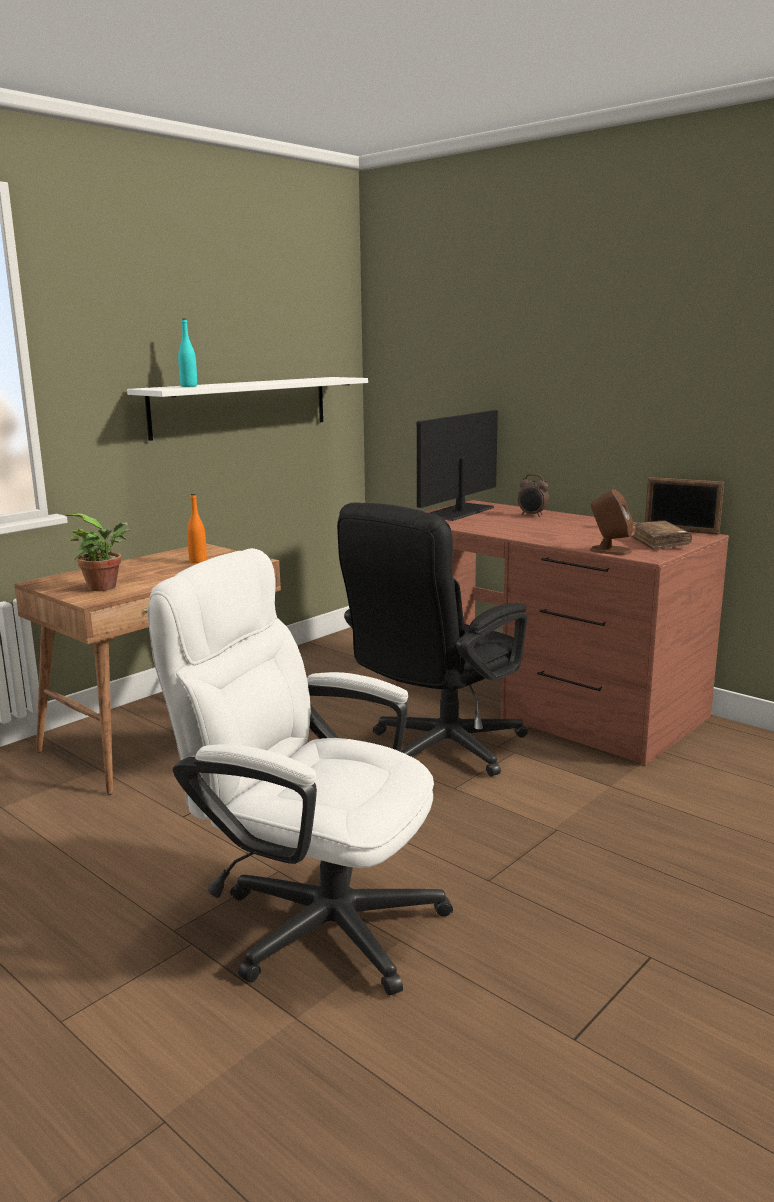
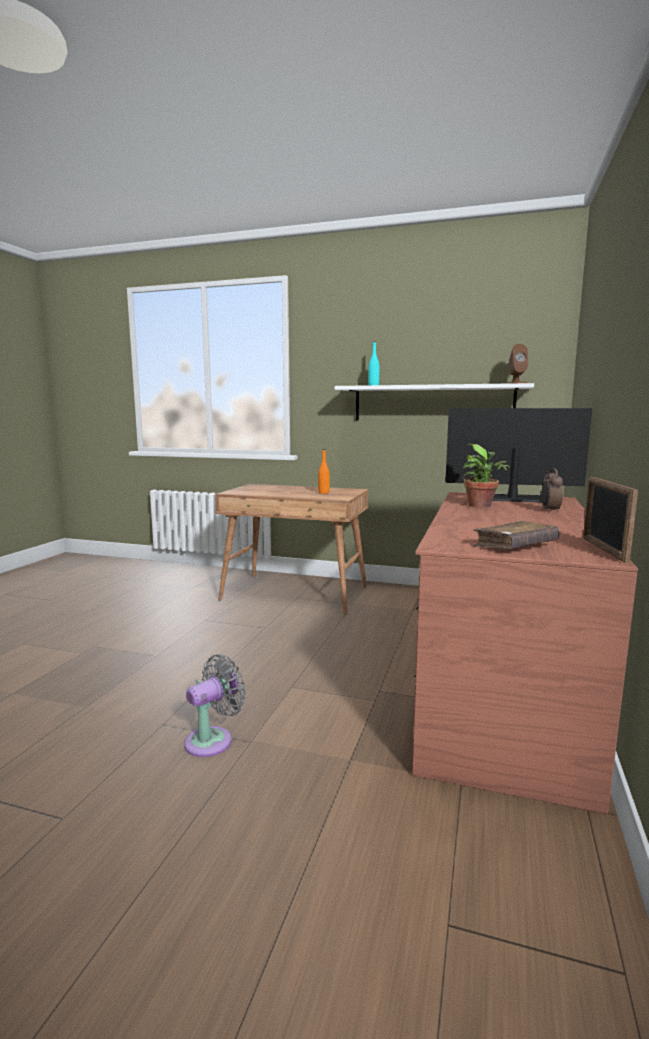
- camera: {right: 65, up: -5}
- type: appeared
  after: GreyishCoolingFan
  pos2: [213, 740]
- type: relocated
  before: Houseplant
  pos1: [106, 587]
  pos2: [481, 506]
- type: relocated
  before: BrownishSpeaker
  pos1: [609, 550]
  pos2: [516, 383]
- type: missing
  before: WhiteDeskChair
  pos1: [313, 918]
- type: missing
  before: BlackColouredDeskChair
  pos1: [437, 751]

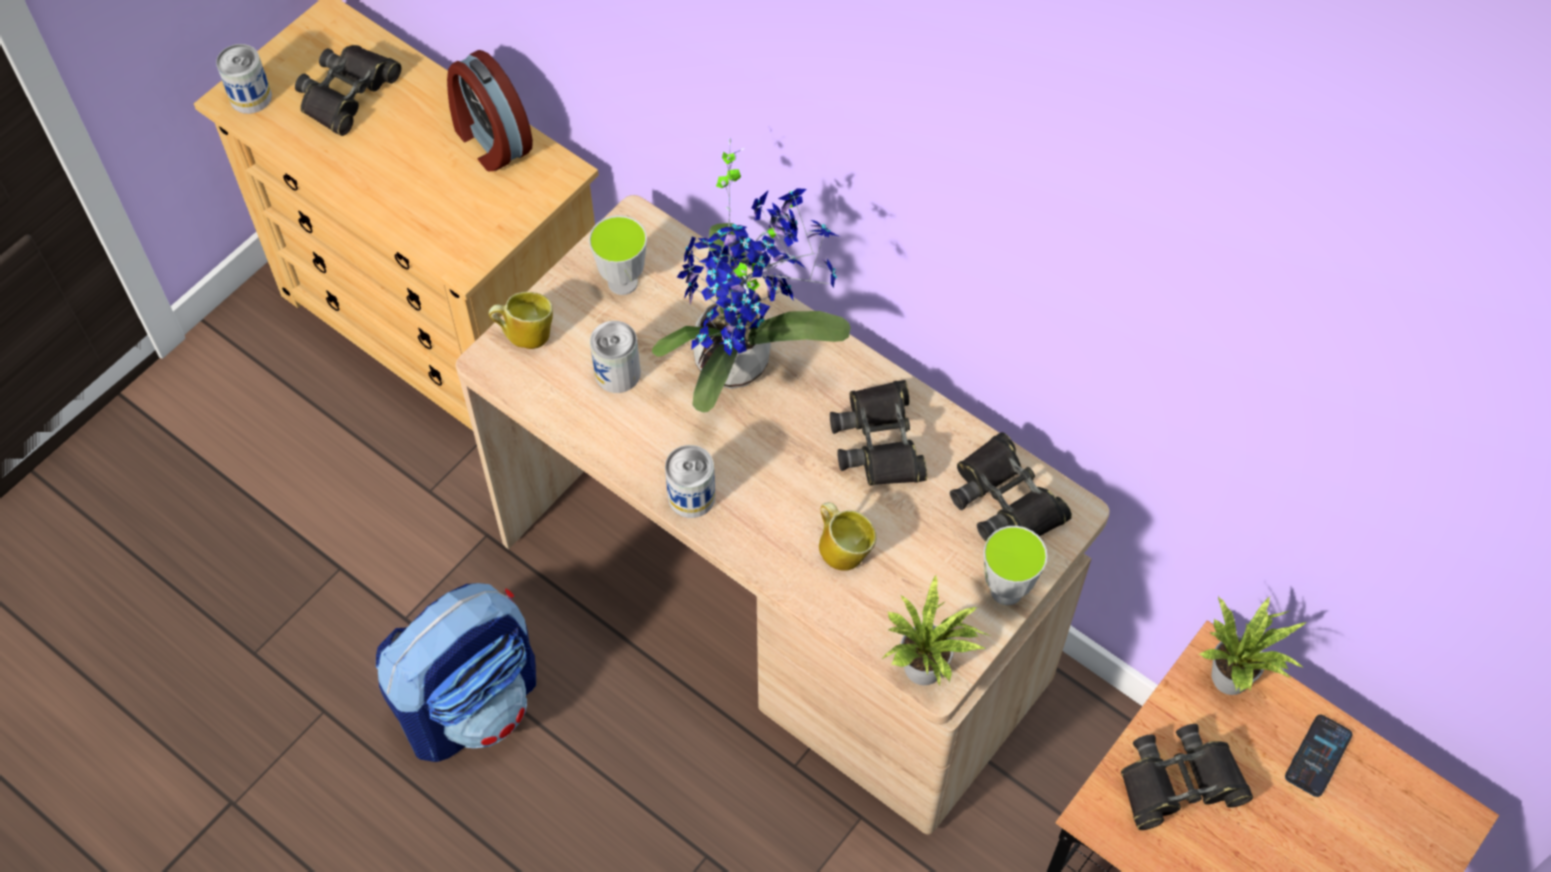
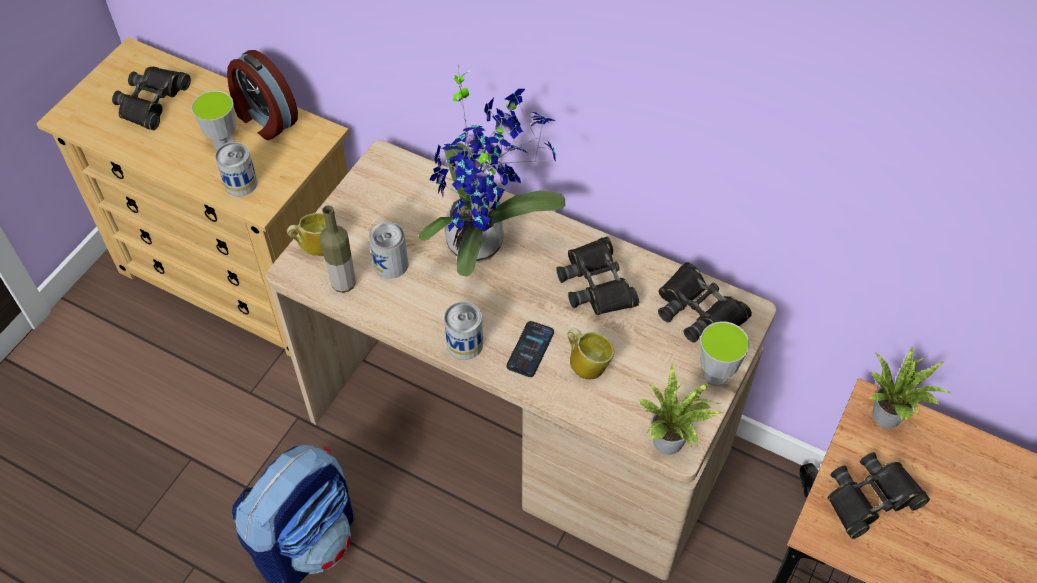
- camera: {right: -10, up: -5}
- type: relocated
  before: SmallCup
  pos1: [622, 282]
  pos2: [223, 142]
- type: relocated
  before: SealedCan
  pos1: [250, 97]
  pos2: [241, 183]
- type: appeared
  after: Bottle
  pos2: [343, 284]
- type: relocated
  before: Telephone
  pos1: [1318, 756]
  pos2: [530, 349]

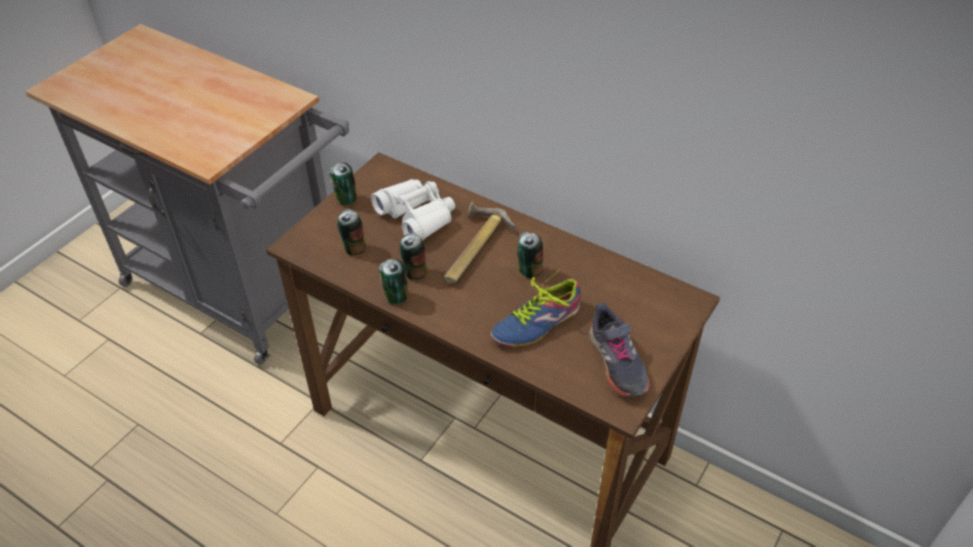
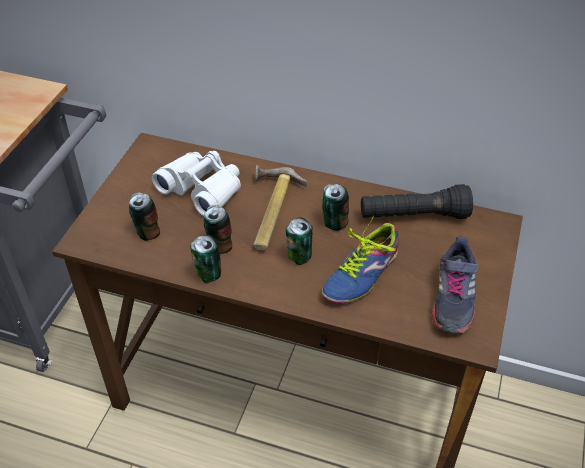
- camera: {right: -15, up: 0}
- type: relocated
  before: SealedCan
  pos1: [345, 199]
  pos2: [298, 257]
- type: appeared
  after: BlackColouredHandTorch
  pos2: [413, 216]
- type: spun
  before: GreyishLowShoe
  pos1: [616, 362]
  pos2: [453, 298]
  turn: 45

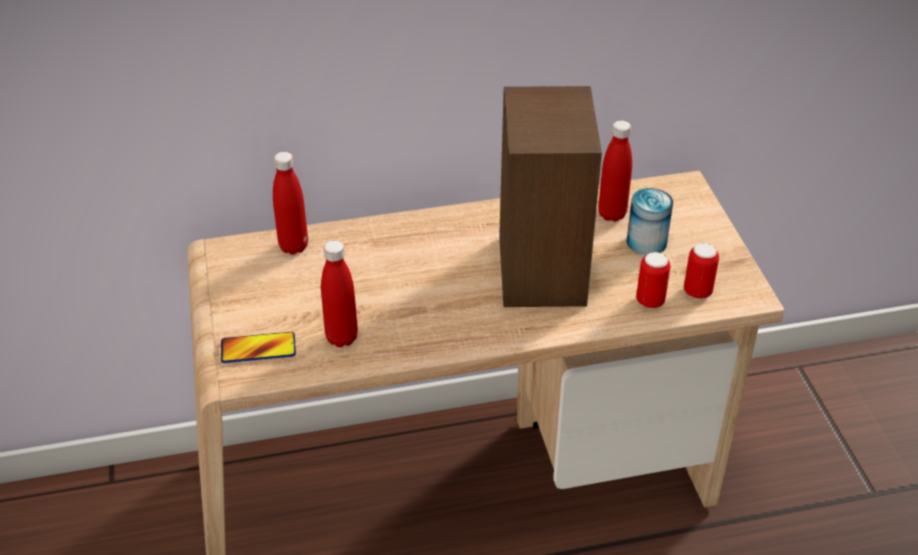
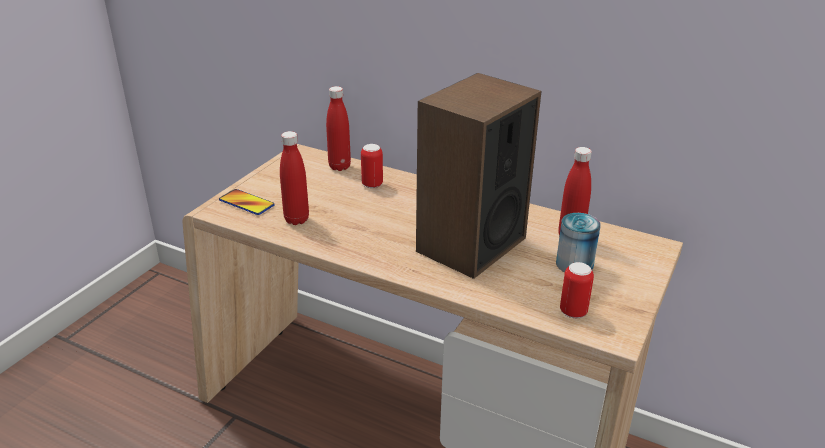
- camera: {right: 40, up: -10}
- type: relocated
  before: SealedCan
  pos1: [650, 301]
  pos2: [372, 184]

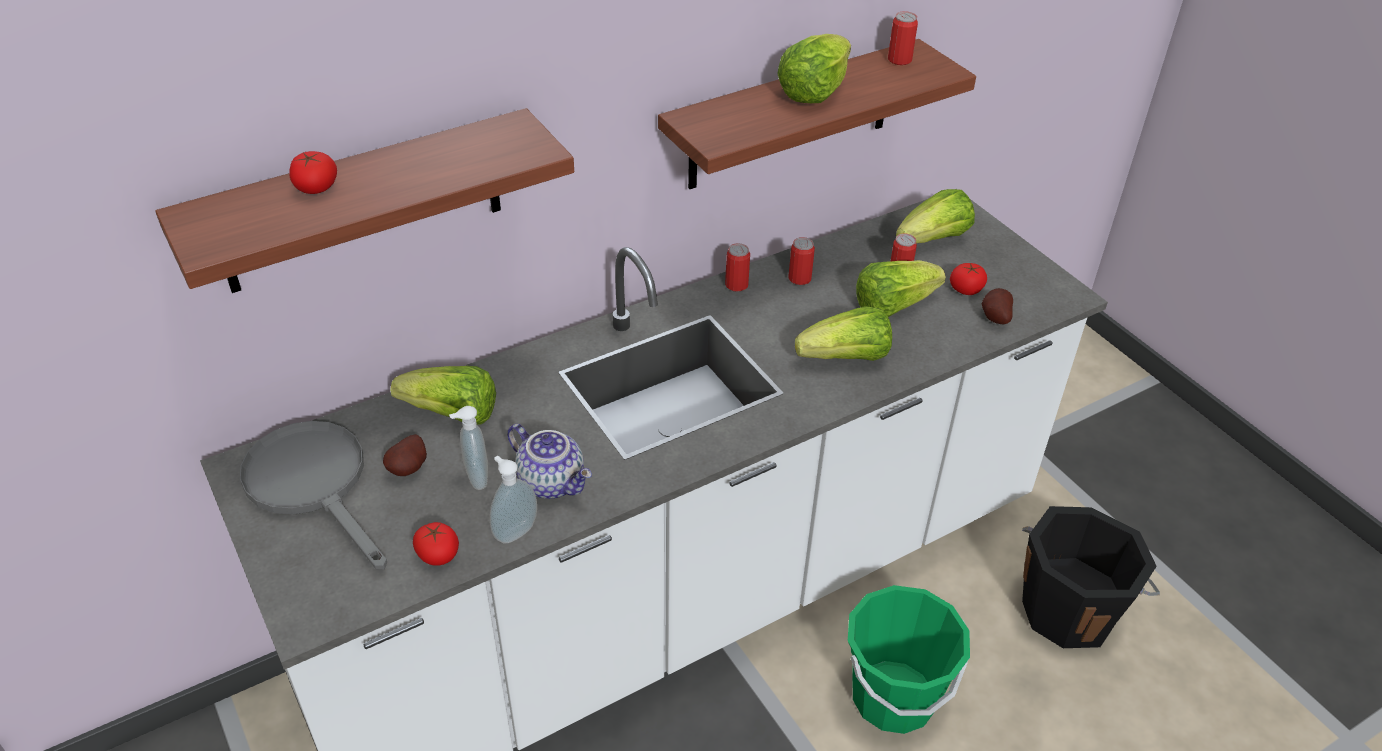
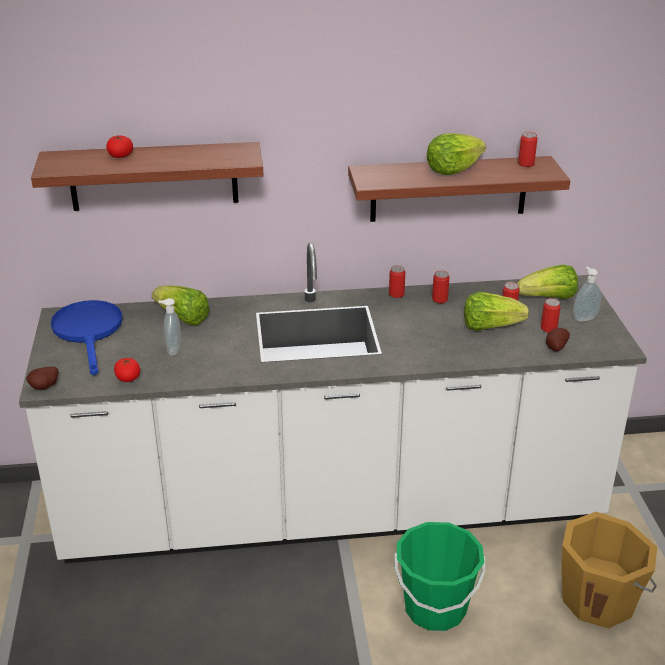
- camera: {right: 25, up: -10}
- type: relocated
  before: Potato
  pos1: [410, 468]
  pos2: [45, 387]
- type: colour
  before: GreyishFryingPan
  after: BluishFryingPan
  pos1: [314, 485]
  pos2: [89, 332]
- type: exchanged
  before: Tomato
  after: SealedCan
  pos1: [966, 289]
  pos2: [548, 328]
- type: colour
  before: BlackColouredBucket
  after: OrangeBucket
  pos1: [1069, 610]
  pos2: [599, 599]
- type: relocated
  before: SoapBottle
  pos1: [514, 531]
  pos2: [584, 318]
- type: missing
  before: Teapot
  pos1: [553, 482]
- type: missing
  before: HeadOfLettuce
  pos1: [846, 358]

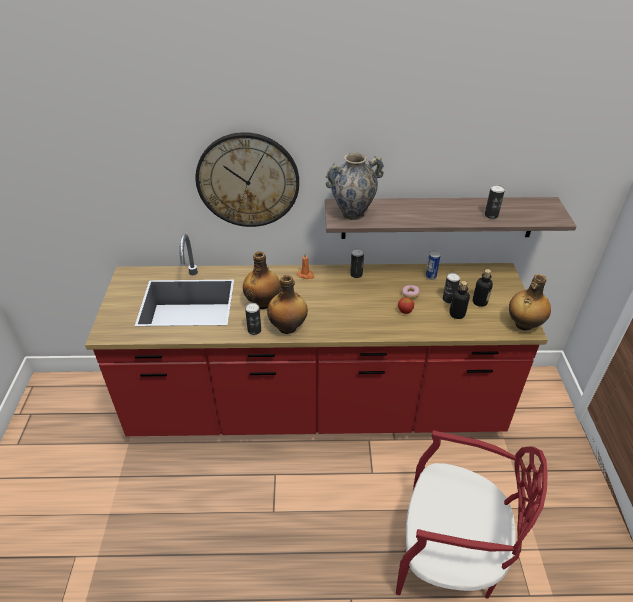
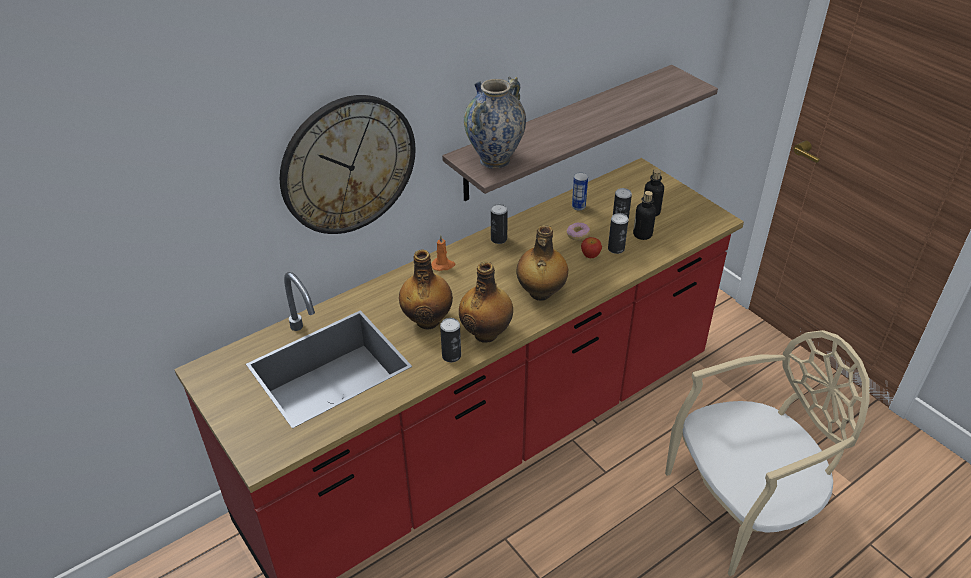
- camera: {right: -35, up: 0}
- type: relocated
  before: Bottle
  pos1: [523, 324]
  pos2: [540, 293]
- type: relocated
  before: SealedCan
  pos1: [491, 215]
  pos2: [616, 248]
- type: colour
  before: ReddishPlainChair
  after: BeigeColouredPlainChair
  pos1: [448, 555]
  pos2: [743, 506]

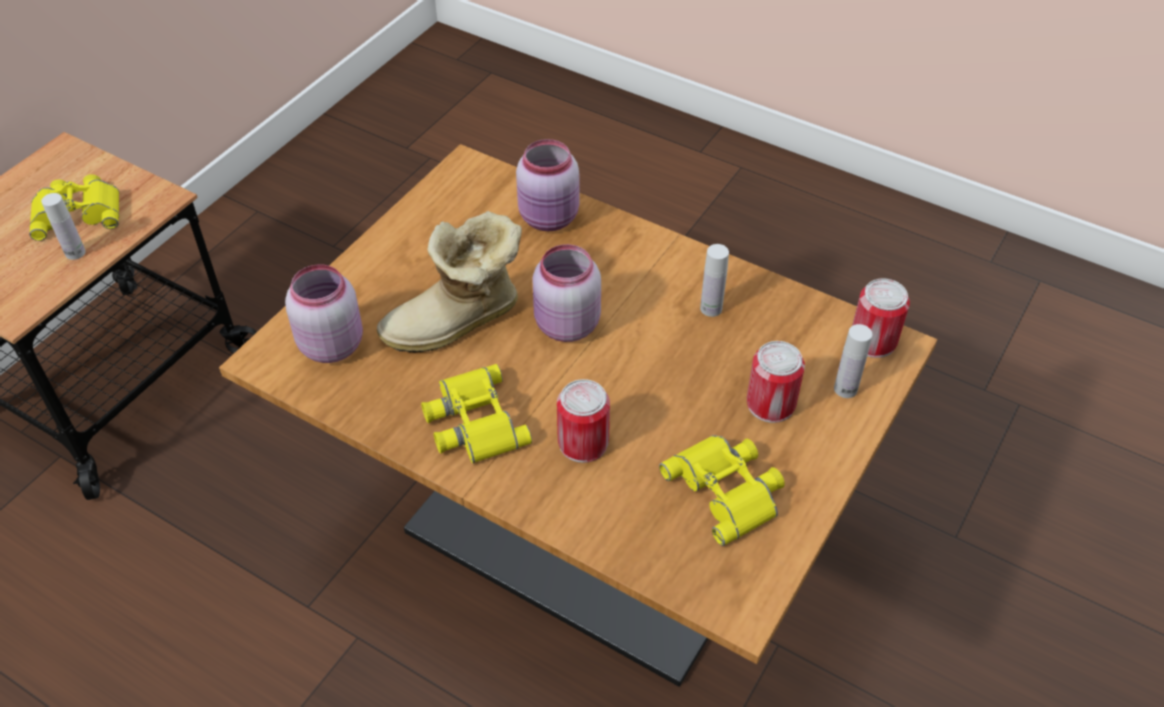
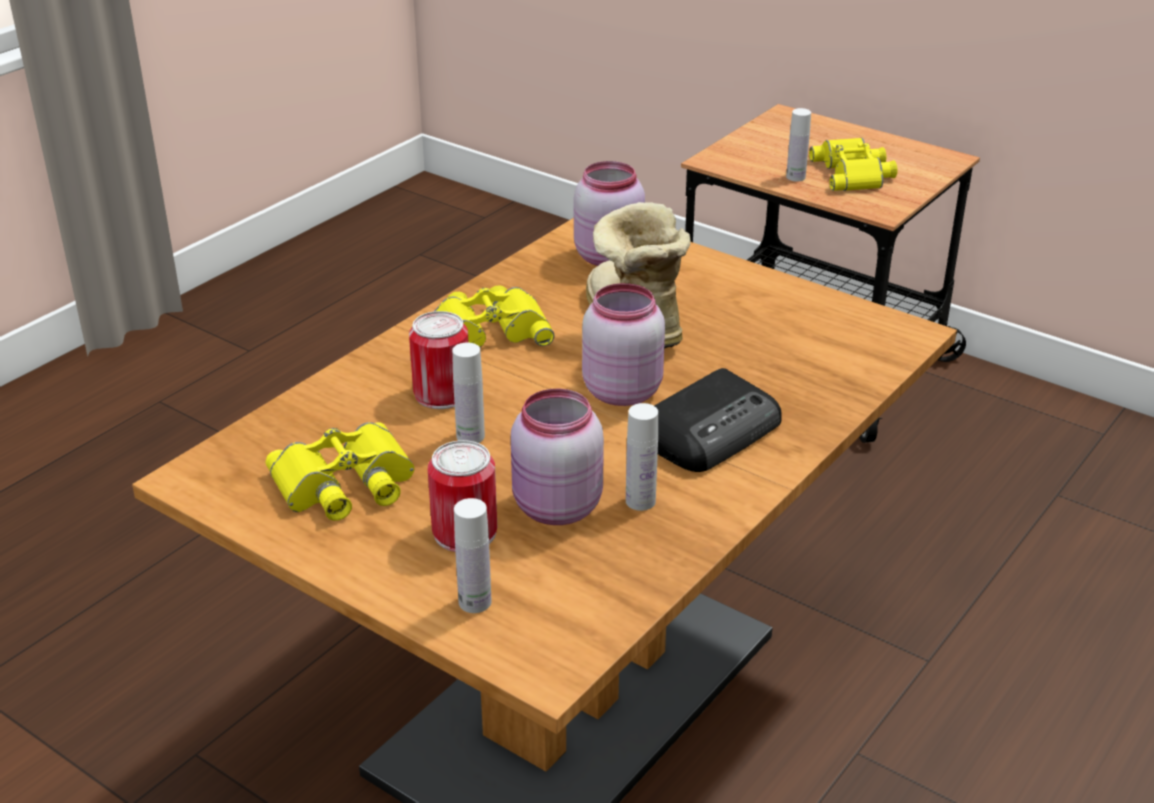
- camera: {right: 95, up: -15}
- type: appeared
  after: WhiteBottle
  pos2: [470, 436]
- type: relocated
  before: PinkStorageJar
  pos1: [550, 218]
  pos2: [555, 508]
- type: appeared
  after: RadioSet
  pos2: [712, 431]
- type: missing
  before: SealedCan
  pos1: [873, 340]

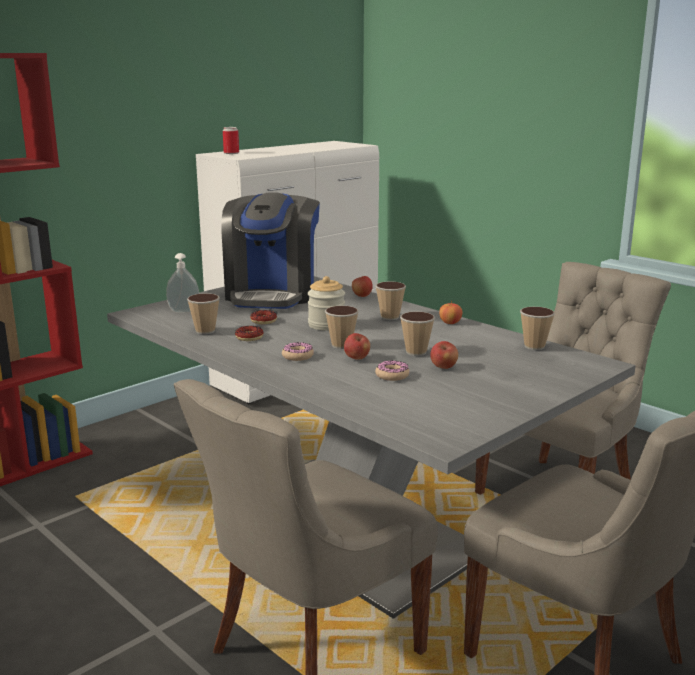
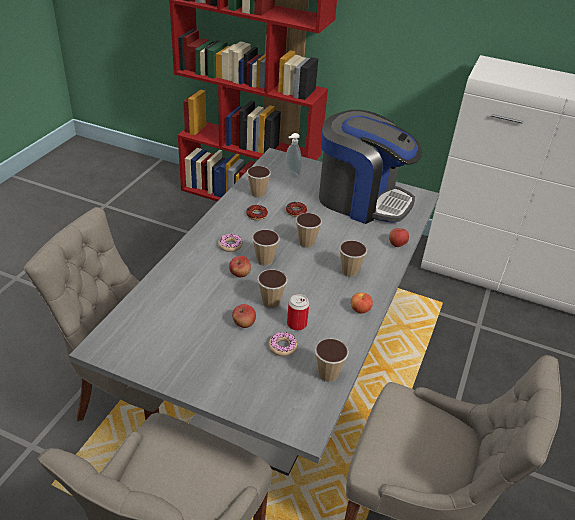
- camera: {right: 65, up: 20}
- type: relocated
  before: Doughnut
  pos1: [392, 375]
  pos2: [282, 347]
- type: relocated
  before: SealedCan
  pos1: [231, 153]
  pos2: [297, 324]
- type: exchanged
  before: StorageJar
  after: SmallCup
  pos1: [326, 325]
  pos2: [306, 243]
- type: spun
  before: CoffeeMachine
  pos1: [272, 294]
  pos2: [361, 199]
  turn: -135

